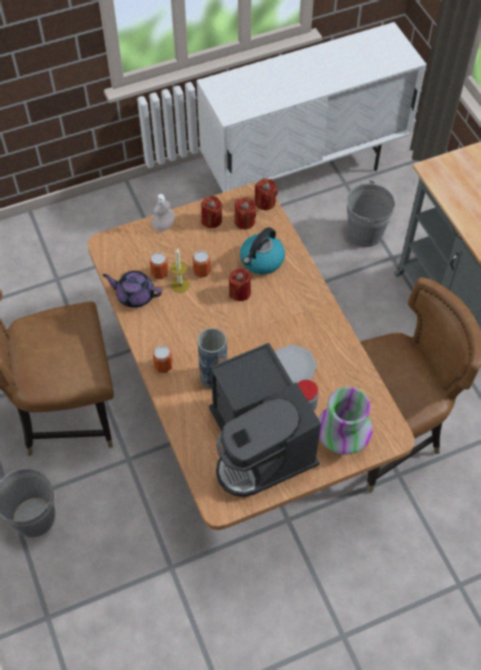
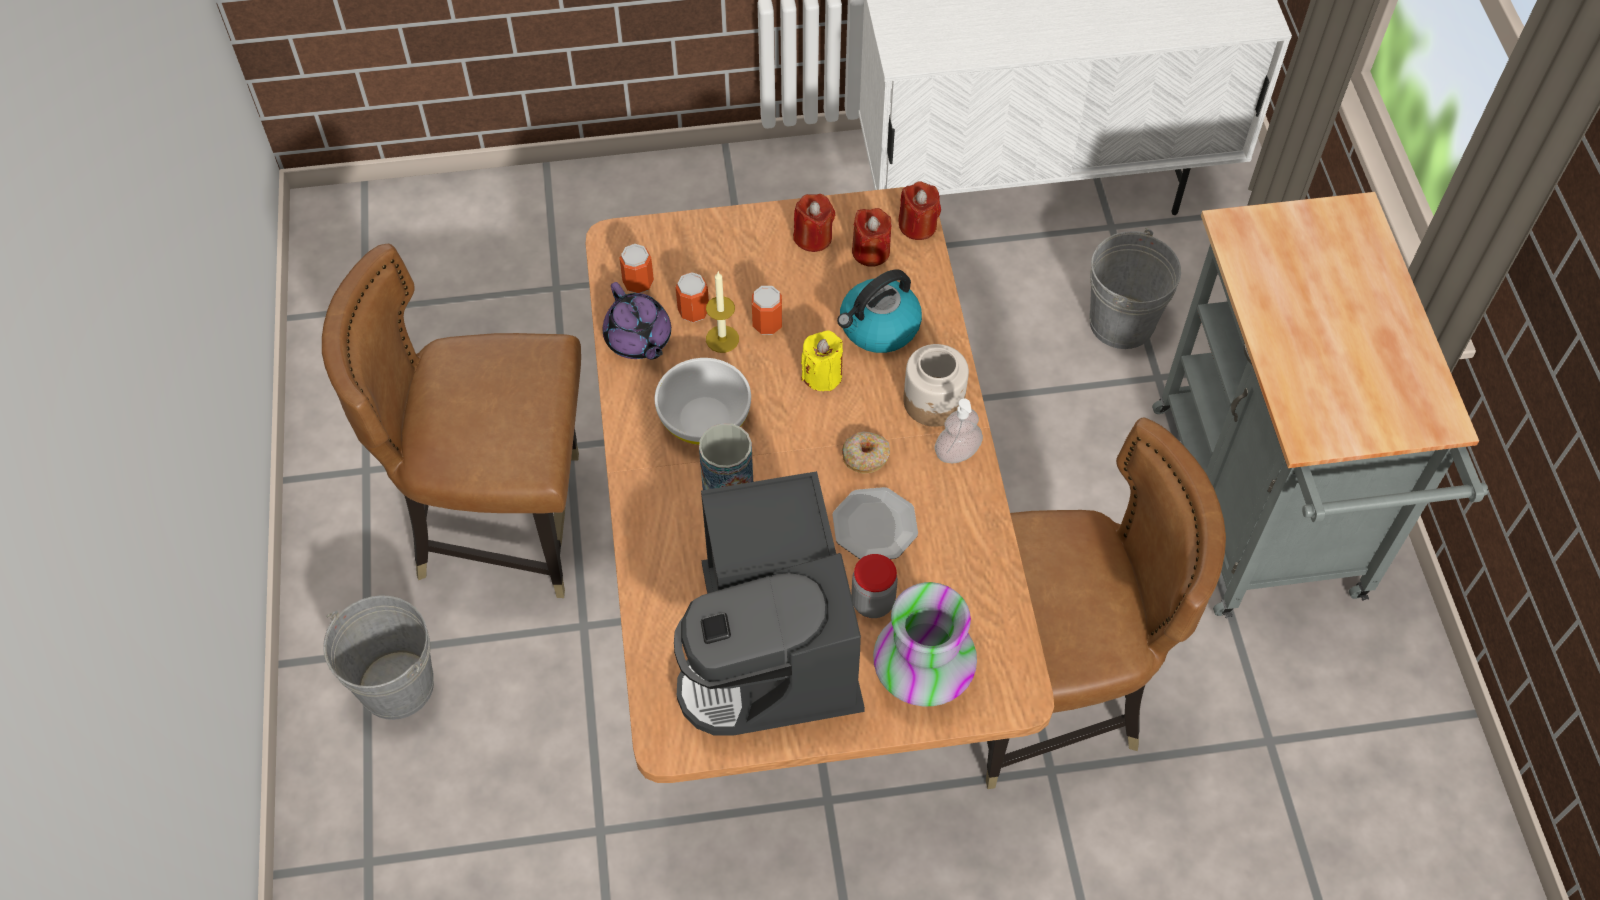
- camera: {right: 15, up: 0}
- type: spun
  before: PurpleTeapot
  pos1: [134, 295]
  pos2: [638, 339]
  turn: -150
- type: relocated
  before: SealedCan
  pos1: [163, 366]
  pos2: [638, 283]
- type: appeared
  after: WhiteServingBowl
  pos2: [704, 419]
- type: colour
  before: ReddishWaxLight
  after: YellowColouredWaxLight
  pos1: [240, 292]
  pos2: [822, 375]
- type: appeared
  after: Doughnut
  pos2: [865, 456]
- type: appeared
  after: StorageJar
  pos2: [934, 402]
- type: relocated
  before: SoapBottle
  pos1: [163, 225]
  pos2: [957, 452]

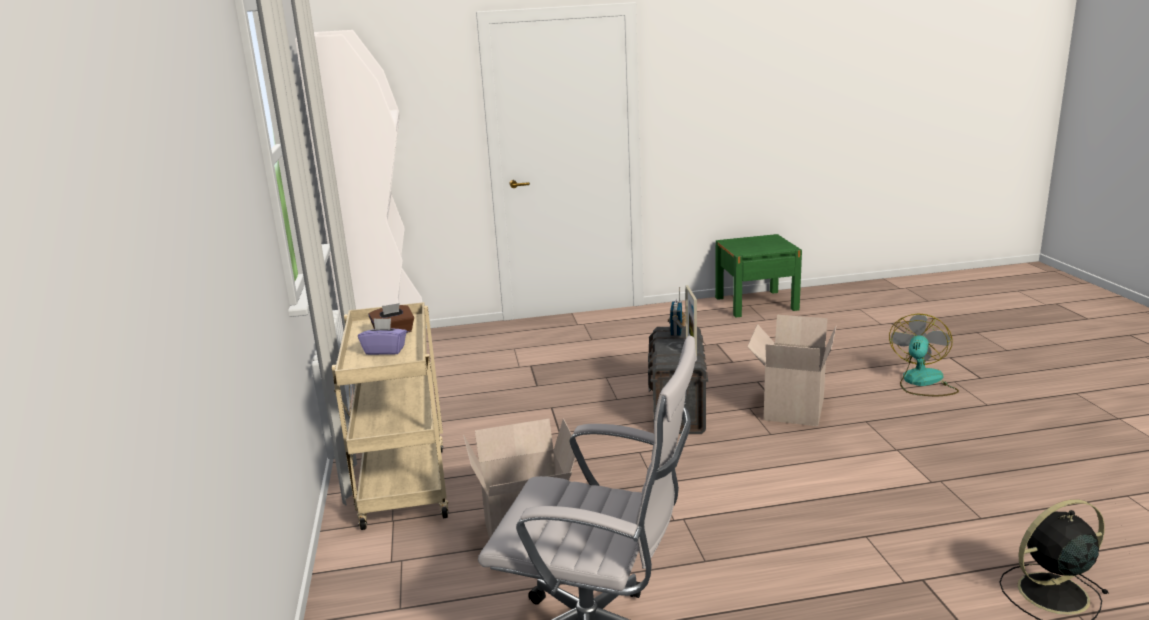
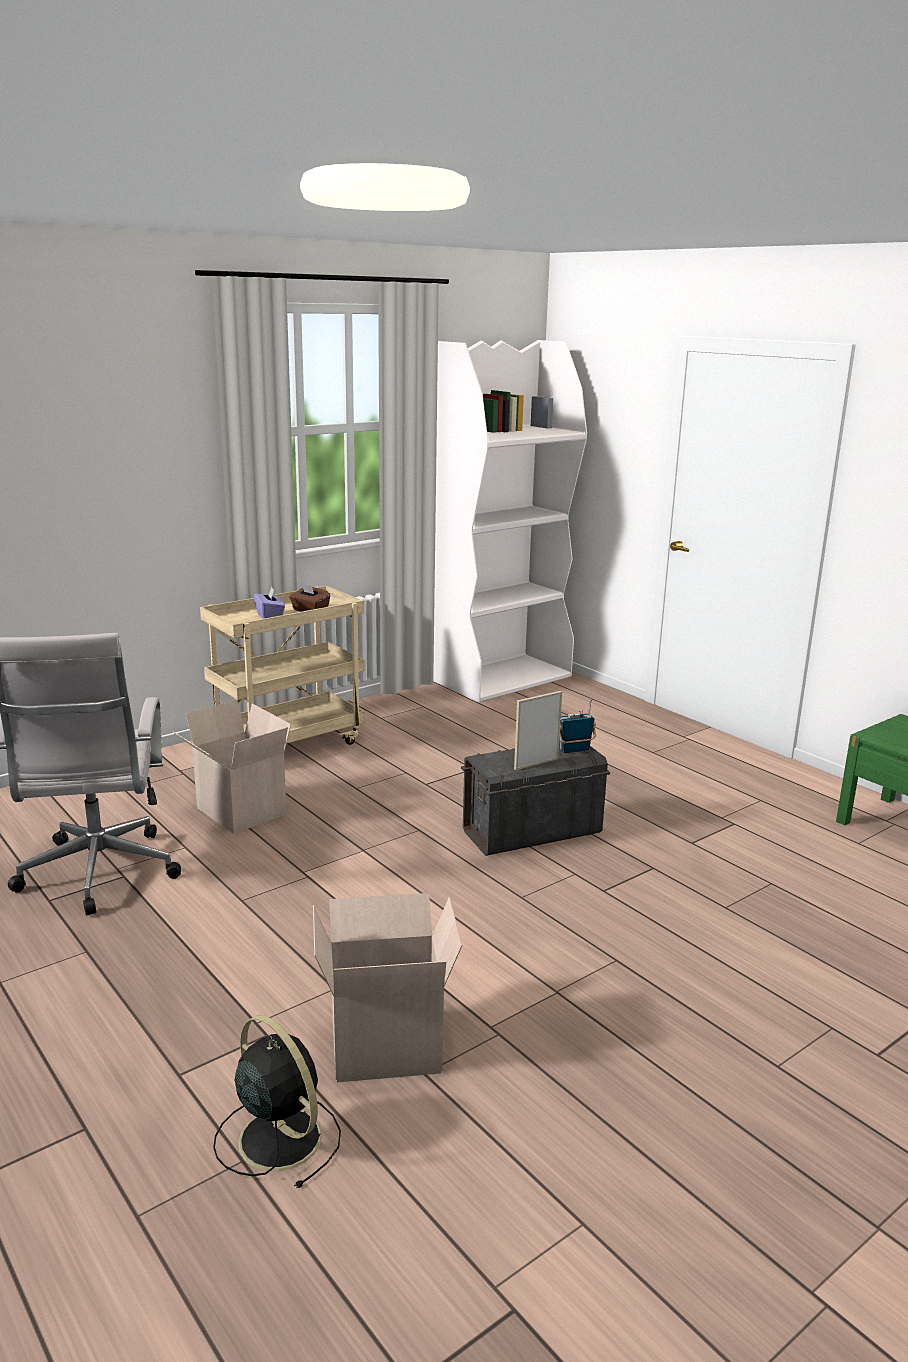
- camera: {right: 60, up: 0}
- type: relocated
  before: Carton
  pos1: [791, 408]
  pos2: [387, 1044]
- type: missing
  before: CoolingFan
  pos1: [922, 382]

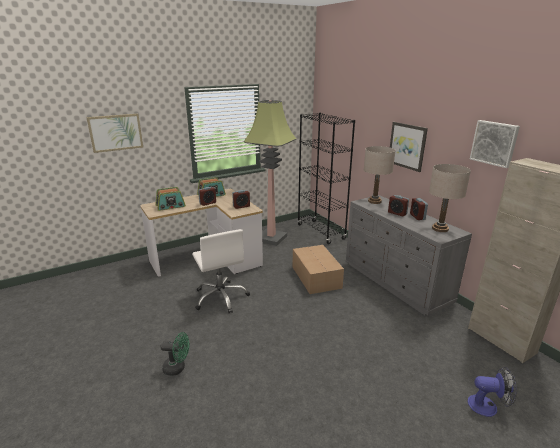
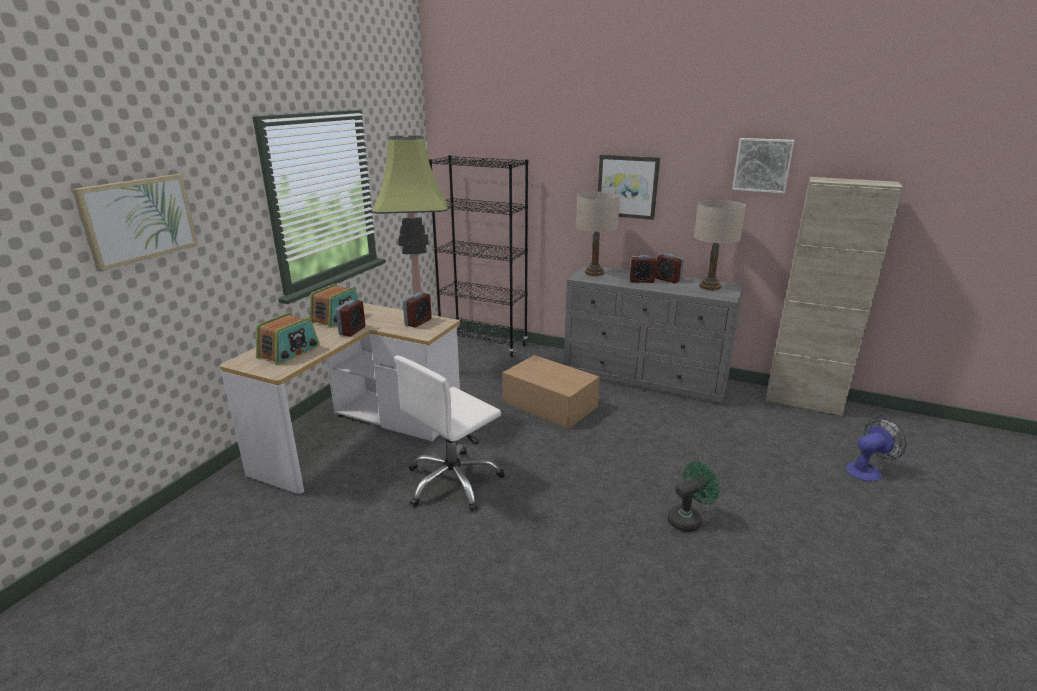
- camera: {right: -35, up: 0}
- type: spun
  before: WhiteDeskChair
  pos1: [221, 297]
  pos2: [453, 482]
  turn: 105
- type: relocated
  before: GreenCoolingFan
  pos1: [177, 368]
  pos2: [688, 519]

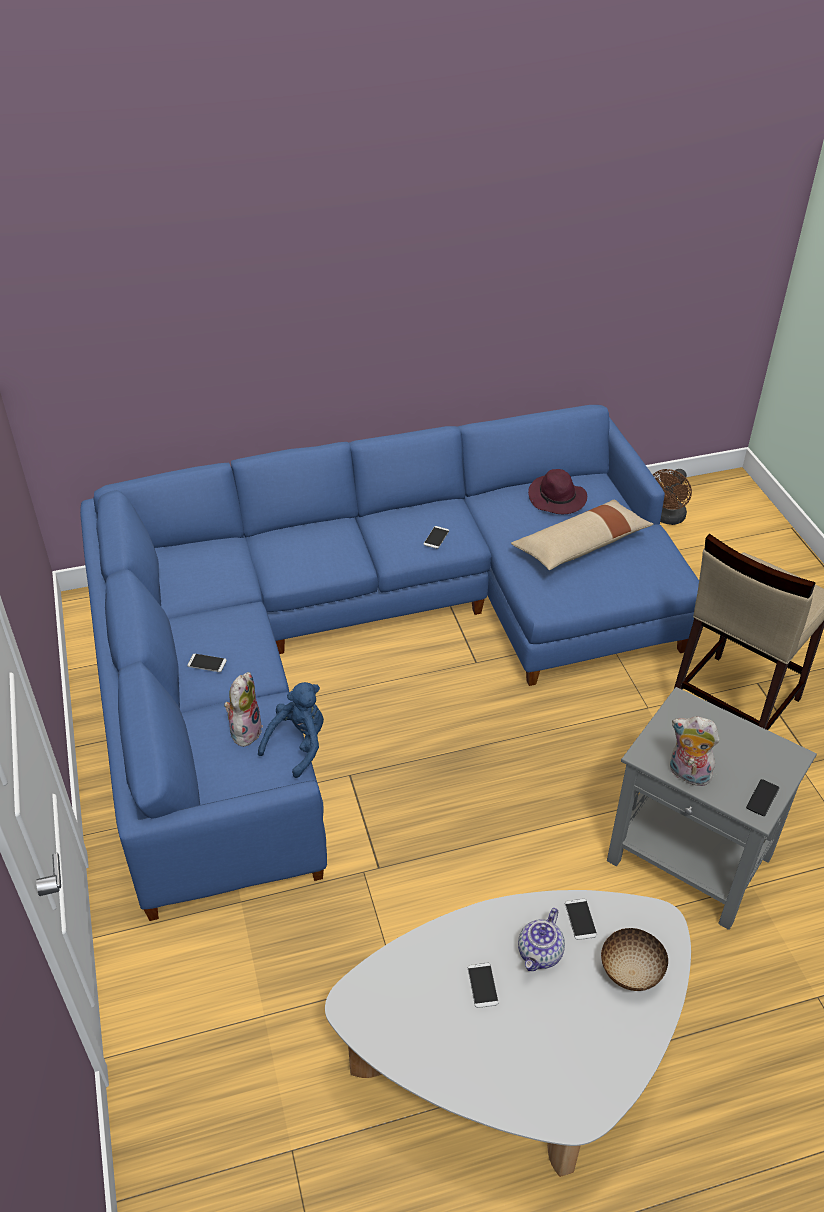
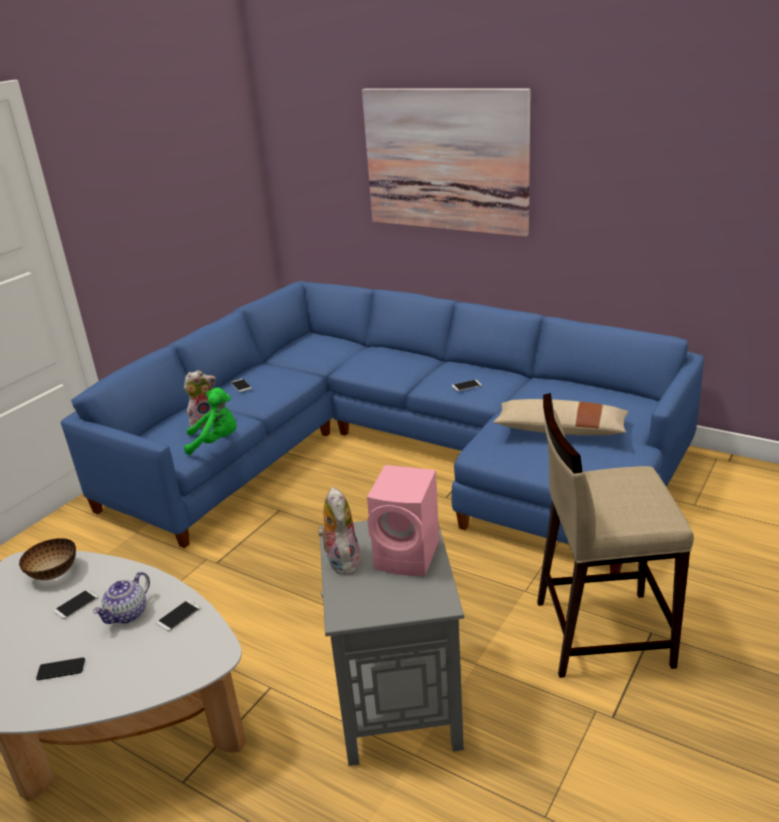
- camera: {right: 50, up: -15}
- type: relocated
  before: ServingBowl
  pos1: [629, 972]
  pos2: [54, 573]
- type: relocated
  before: Telephone
  pos1: [762, 798]
  pos2: [61, 669]
- type: spun
  before: Teapot
  pos1: [540, 954]
  pos2: [127, 614]
  turn: -45
- type: colour
  before: BluishPlushToy
  after: GreenPlushToy
  pos1: [298, 744]
  pos2: [216, 442]
- type: appeared
  after: WallPicture
  pos2: [445, 160]
- type: appeared
  after: PinkSpeaker
  pos2: [409, 556]
- type: missing
  before: PurpleHat
  pos1: [557, 498]
- type: missing
  before: BrownishCoolingFan
  pos1: [666, 518]

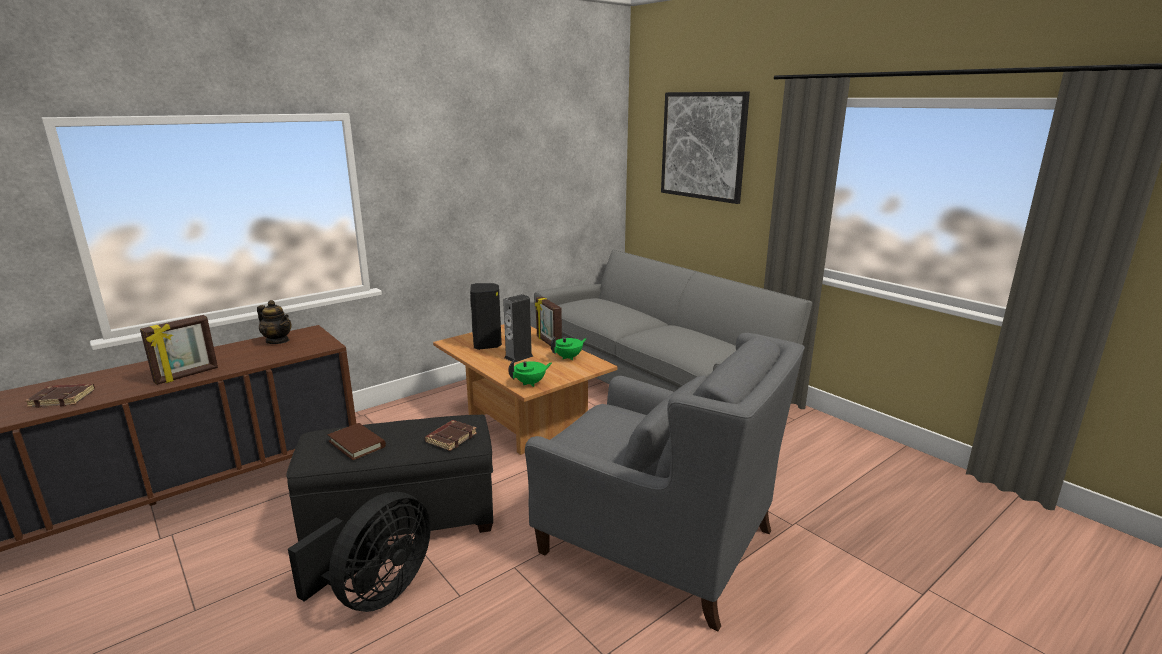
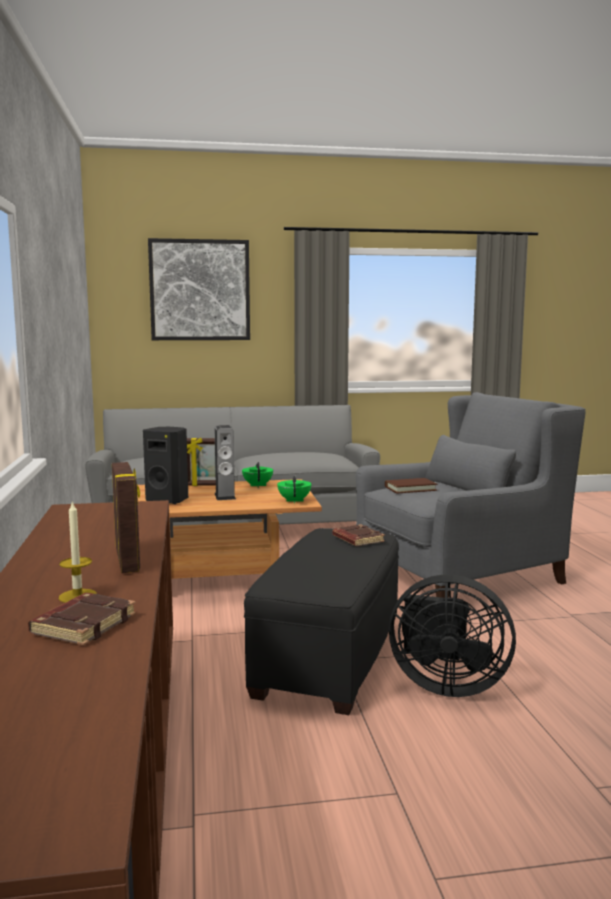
- camera: {right: -60, up: -10}
- type: appeared
  after: WaxLight
  pos2: [77, 596]
- type: relocated
  before: BrownishBoundBook
  pos1: [357, 444]
  pos2: [410, 488]
- type: spun
  before: BlackColouredCoolingFan
  pos1: [375, 593]
  pos2: [445, 684]
  turn: 135
- type: missing
  before: Teapot
  pos1: [278, 341]

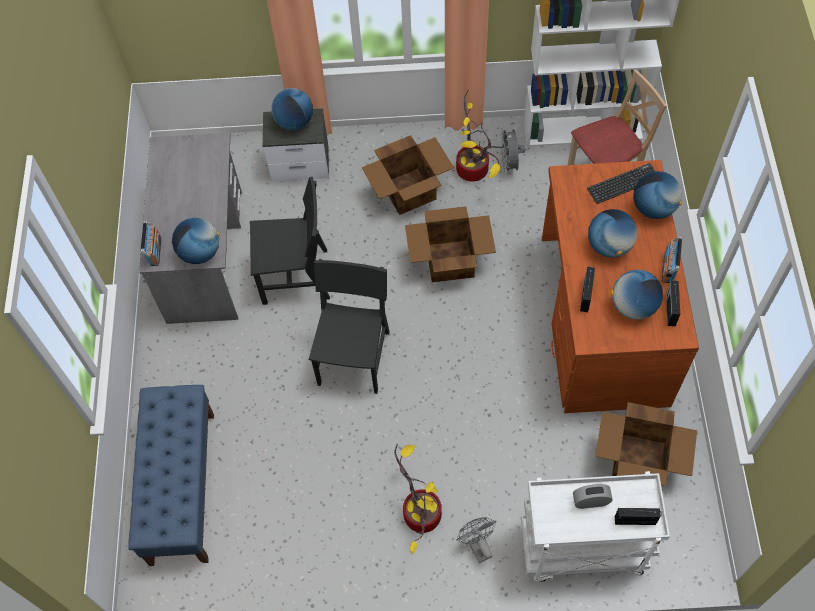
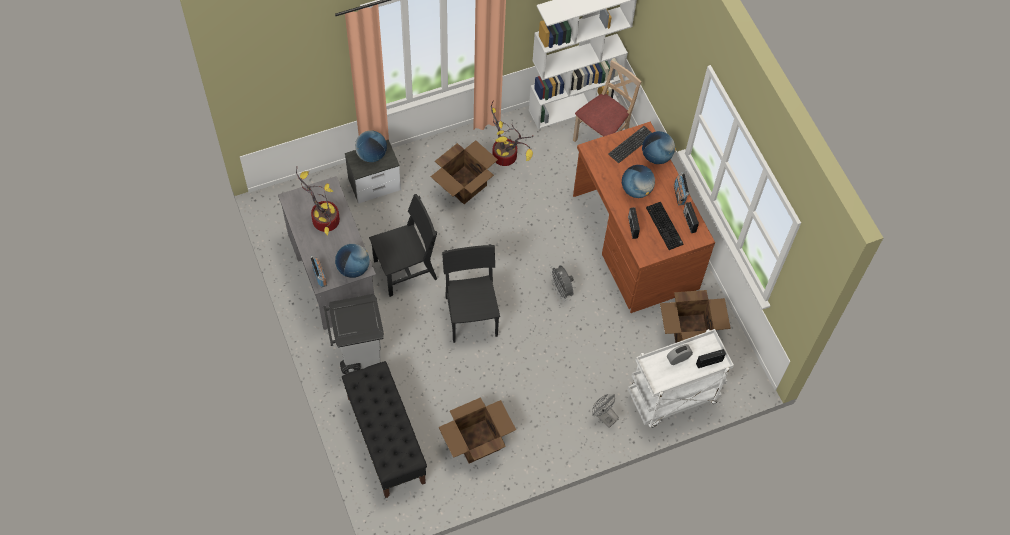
- camera: {right: -25, up: 0}
- type: relocated
  before: Houseplant
  pos1: [419, 513]
  pos2: [323, 220]
- type: appeared
  after: GreyishTrashCan
  pos2: [358, 352]
- type: colour
  before: BluishBench
  after: BlackColouredBench
  pos1: [182, 487]
  pos2: [385, 439]
- type: relocated
  before: Carton
  pos1: [449, 260]
  pos2: [476, 441]
- type: relocated
  before: GreyishCoolingFan
  pos1: [509, 164]
  pos2: [561, 290]
- type: exchanged
  before: Globe
  after: Keyboard
  pos1: [633, 306]
  pos2: [665, 226]

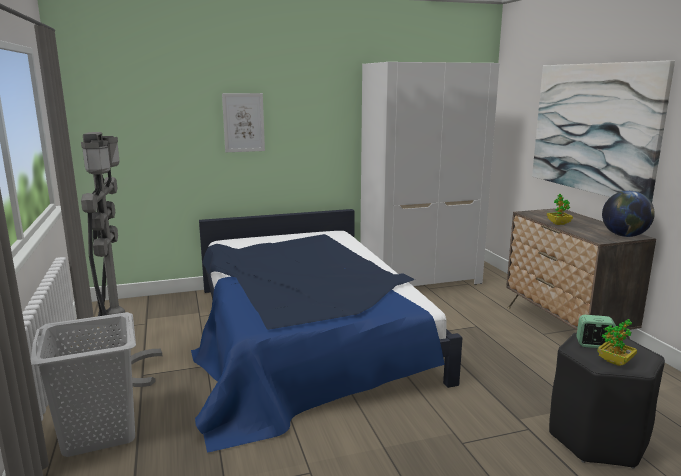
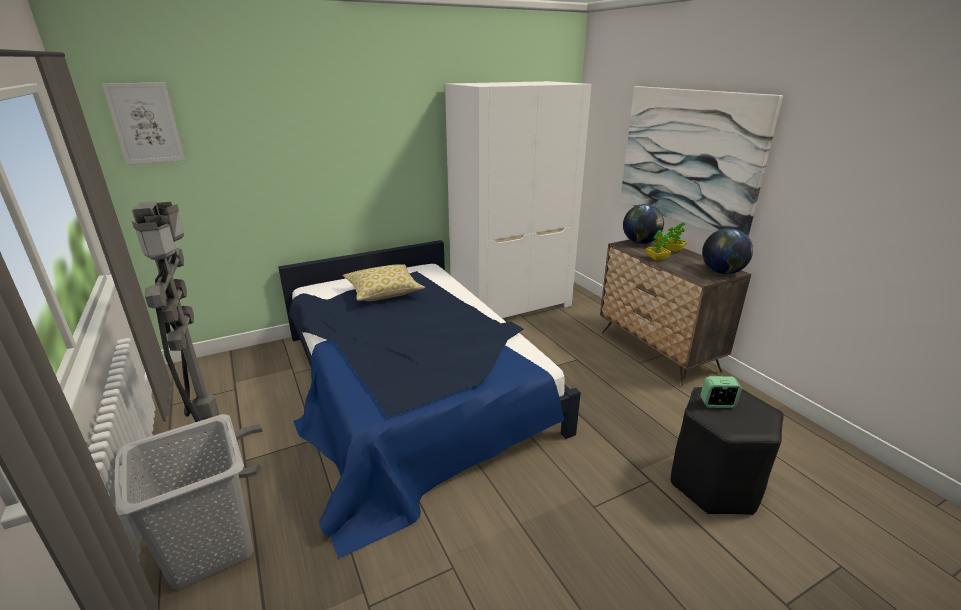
- camera: {right: -10, up: 10}
- type: relocated
  before: WallPicture
  pos1: [243, 122]
  pos2: [145, 123]
- type: appeared
  after: Cushion
  pos2: [384, 292]
- type: appeared
  after: Globe
  pos2: [640, 242]
- type: relocated
  before: Houseplant
  pos1: [615, 361]
  pos2: [674, 250]

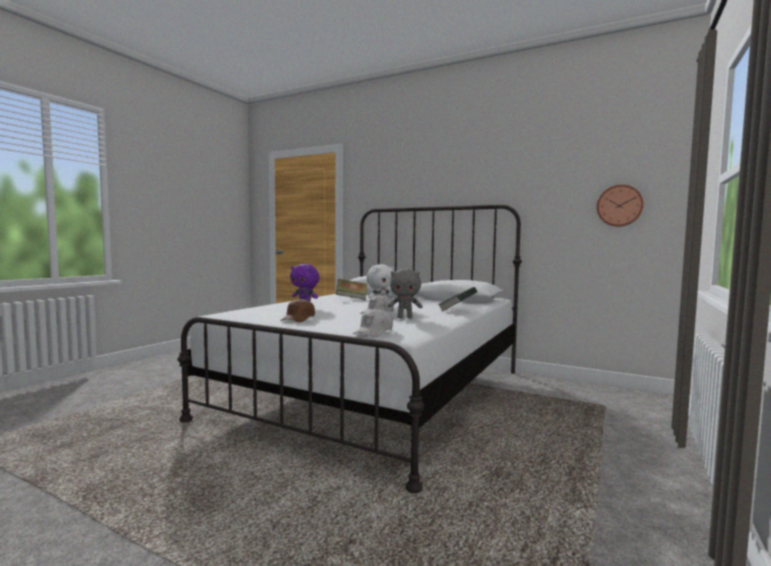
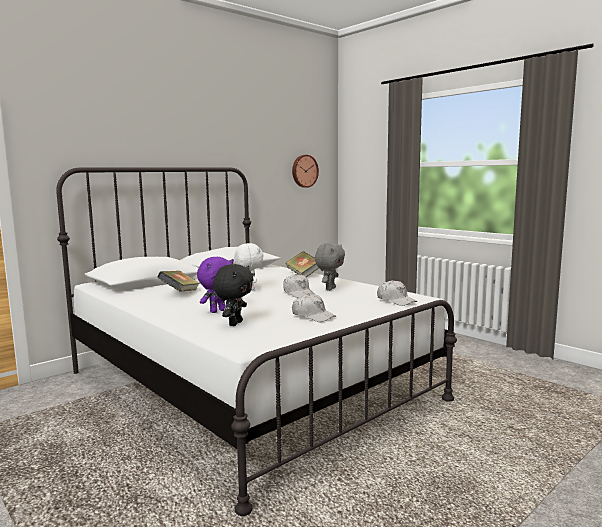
- camera: {right: -70, up: 5}
- type: appeared
  after: BlackColouredPlushToy
  pos2: [234, 323]
- type: colour
  before: BrownishBaseballCap
  after: WhiteBaseballCap
  pos1: [298, 319]
  pos2: [313, 316]

